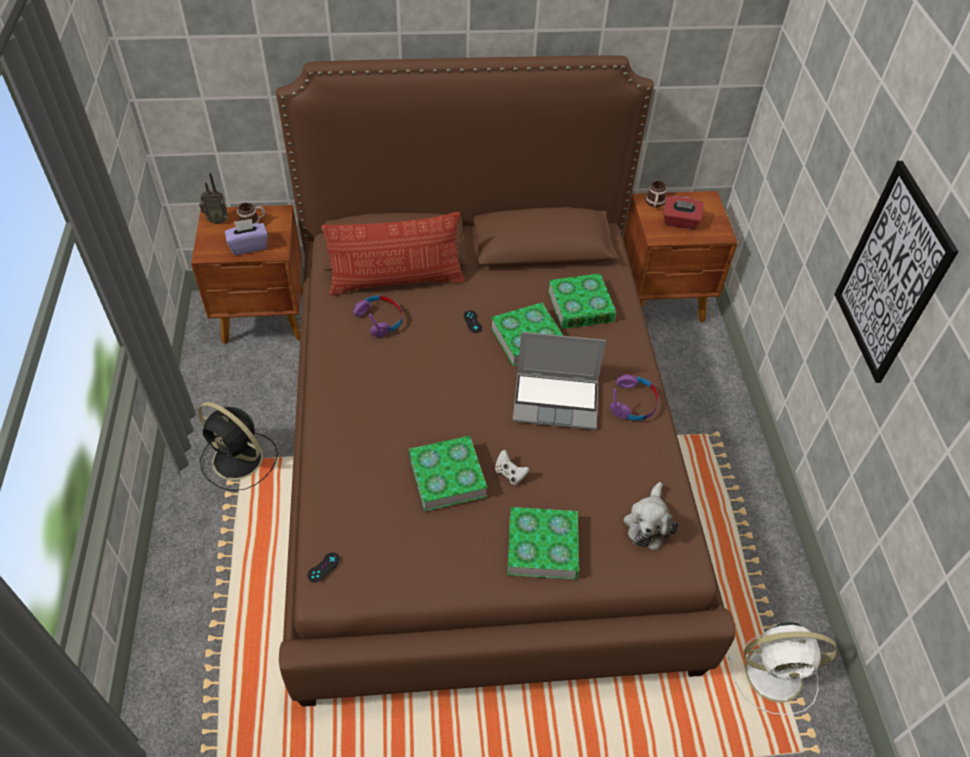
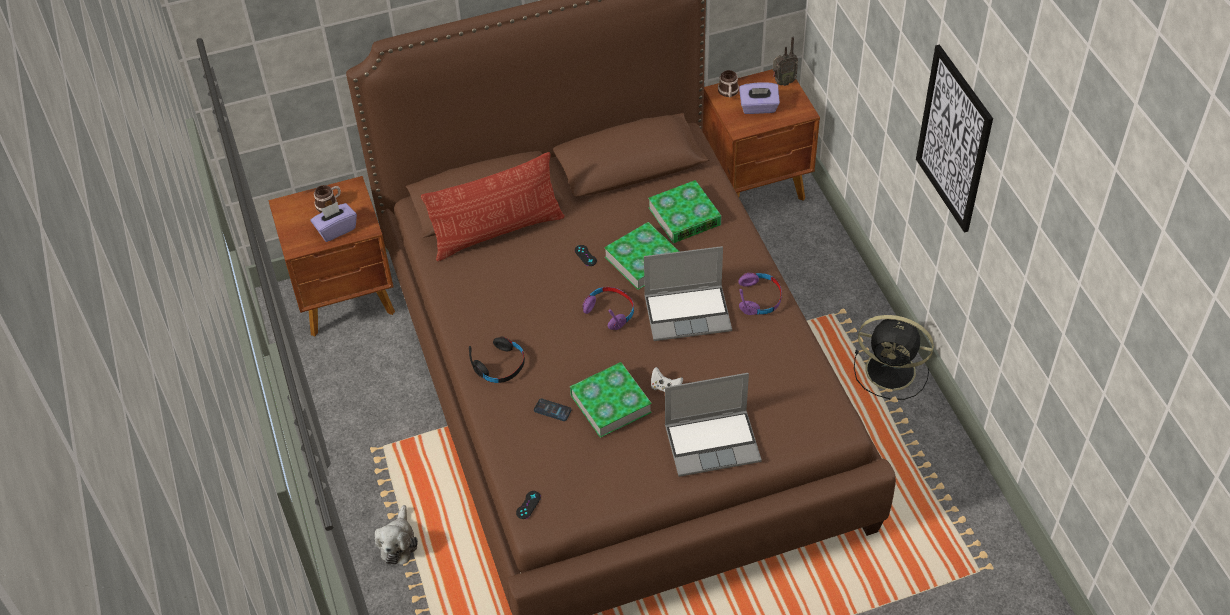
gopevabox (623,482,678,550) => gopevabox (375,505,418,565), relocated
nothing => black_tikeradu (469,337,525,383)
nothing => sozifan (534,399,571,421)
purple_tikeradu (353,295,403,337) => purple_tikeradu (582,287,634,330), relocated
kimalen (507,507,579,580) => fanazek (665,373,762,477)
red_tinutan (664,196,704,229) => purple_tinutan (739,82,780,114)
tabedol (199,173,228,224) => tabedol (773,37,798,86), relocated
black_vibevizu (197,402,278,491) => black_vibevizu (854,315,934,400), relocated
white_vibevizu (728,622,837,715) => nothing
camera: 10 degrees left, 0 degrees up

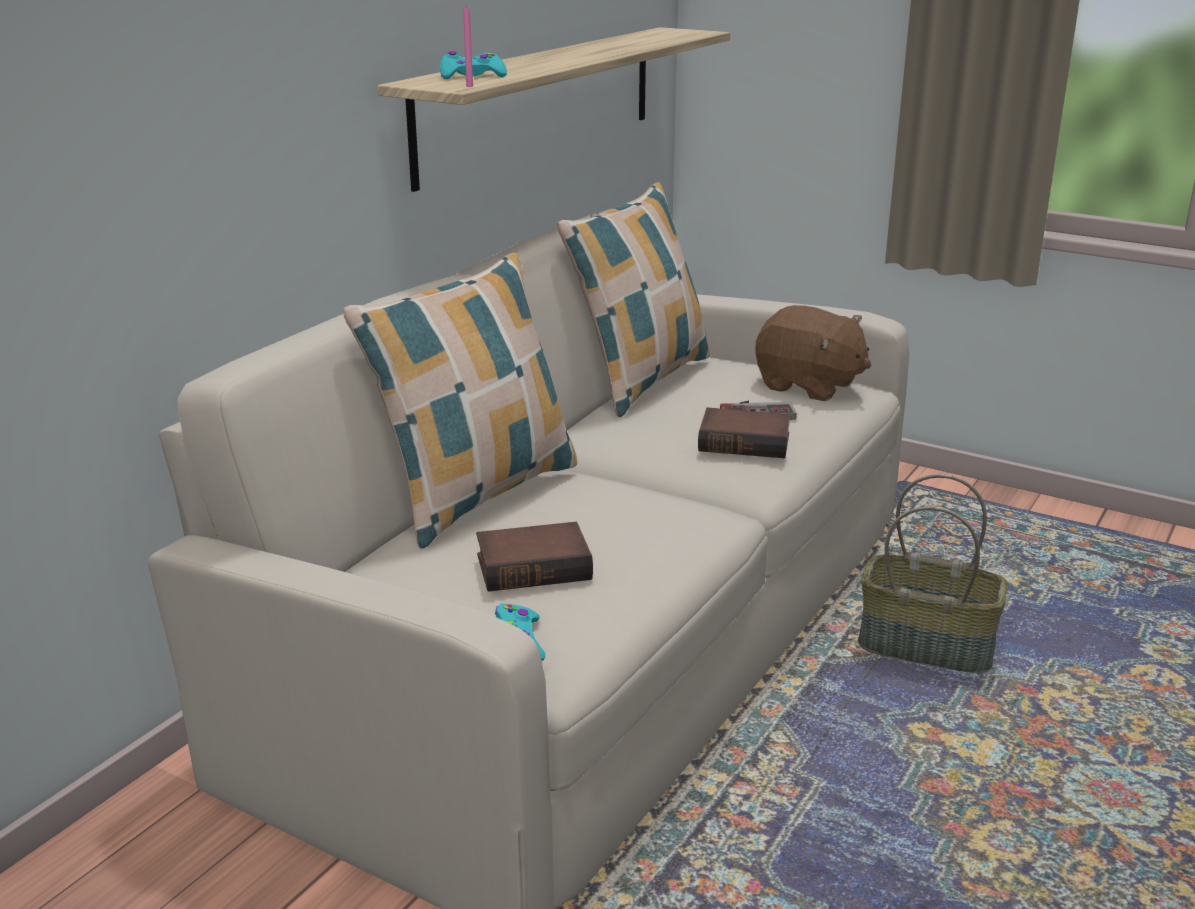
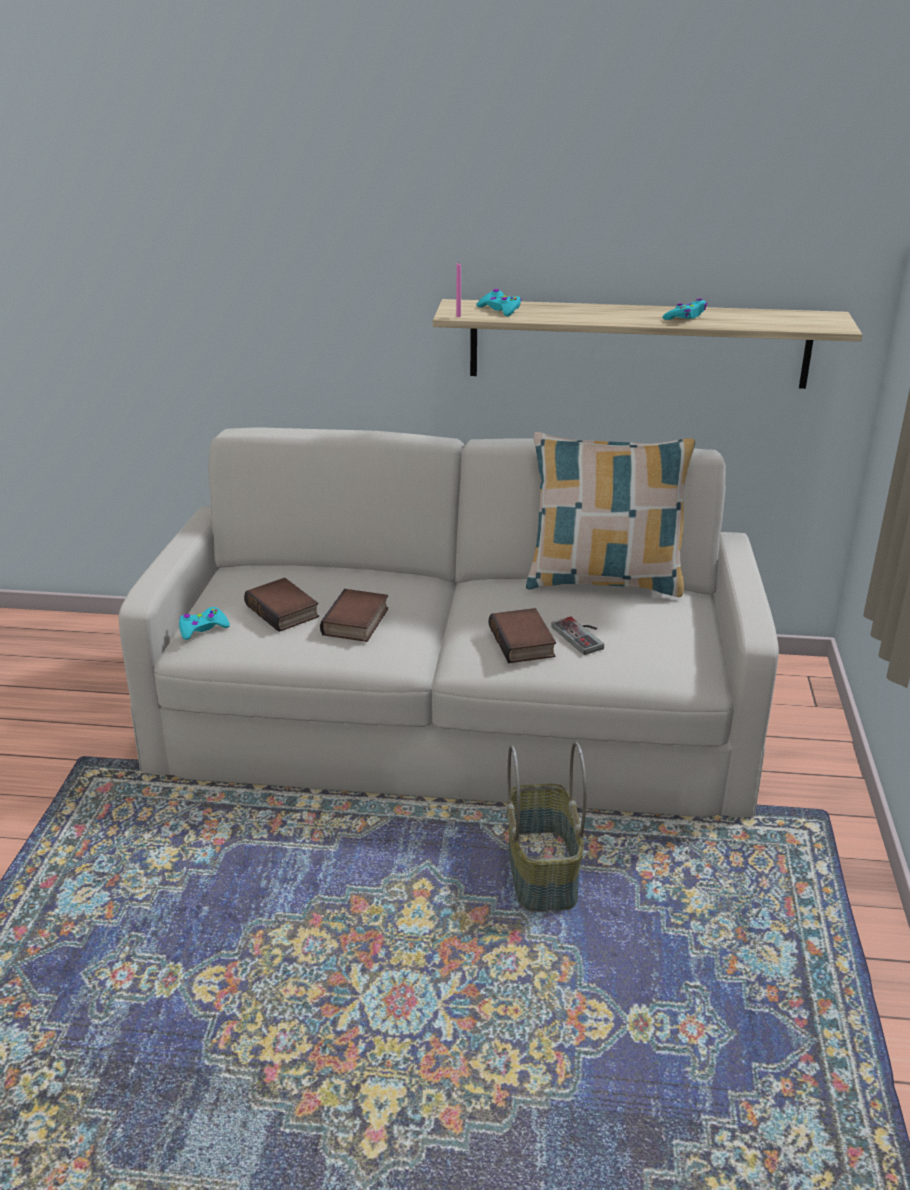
nothing => kimalen (320,589,388,642)
nothing => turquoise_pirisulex (662,298,707,320)
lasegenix (343,252,577,548) => nothing
brown_gopevabox (755,305,871,401) => nothing
camera: 65 degrees right, 5 degrees up

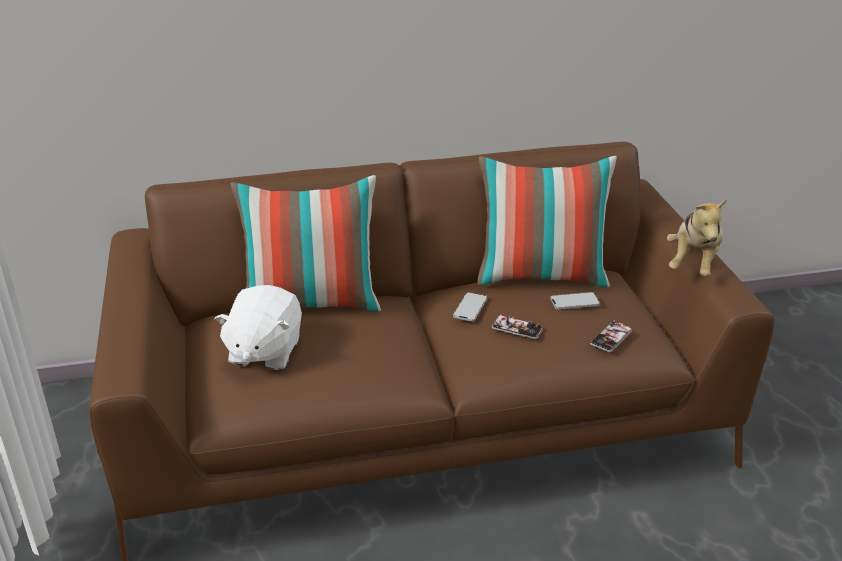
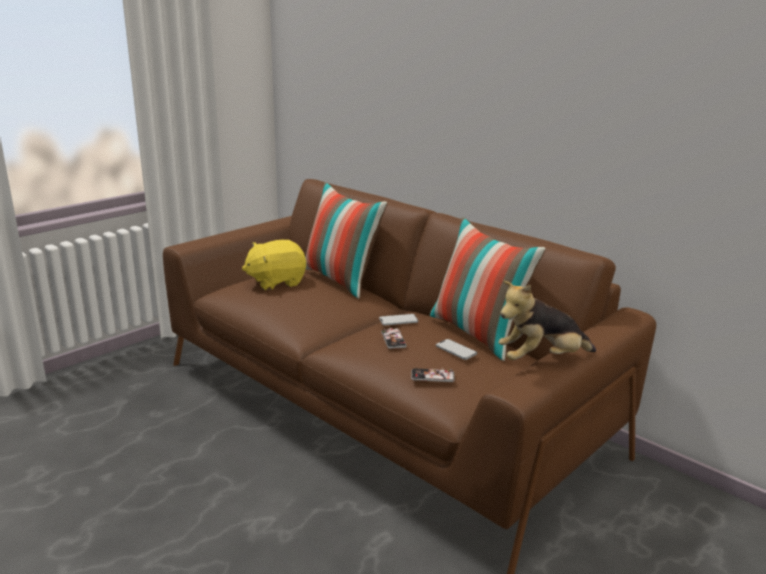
white_gopevabox (215,285,302,370) => yellow_gopevabox (242,240,306,290)
camera: 55 degrees right, 10 degrees down

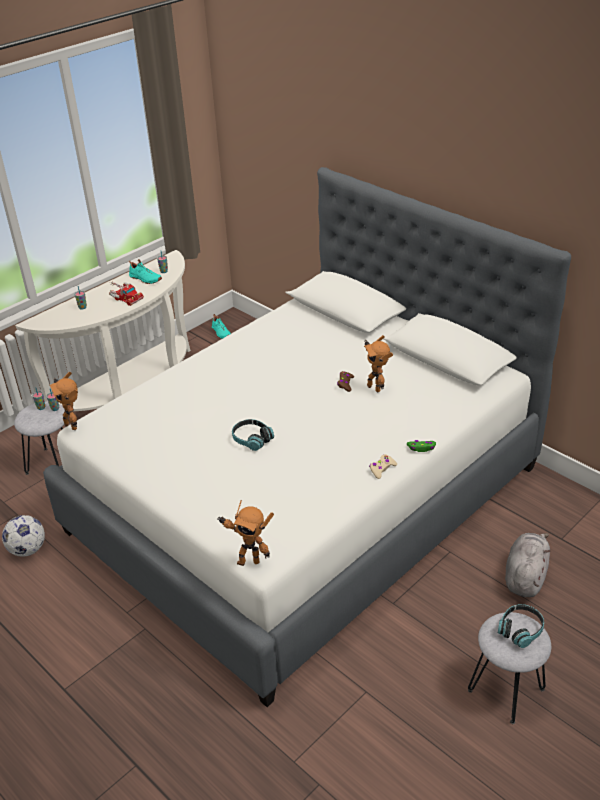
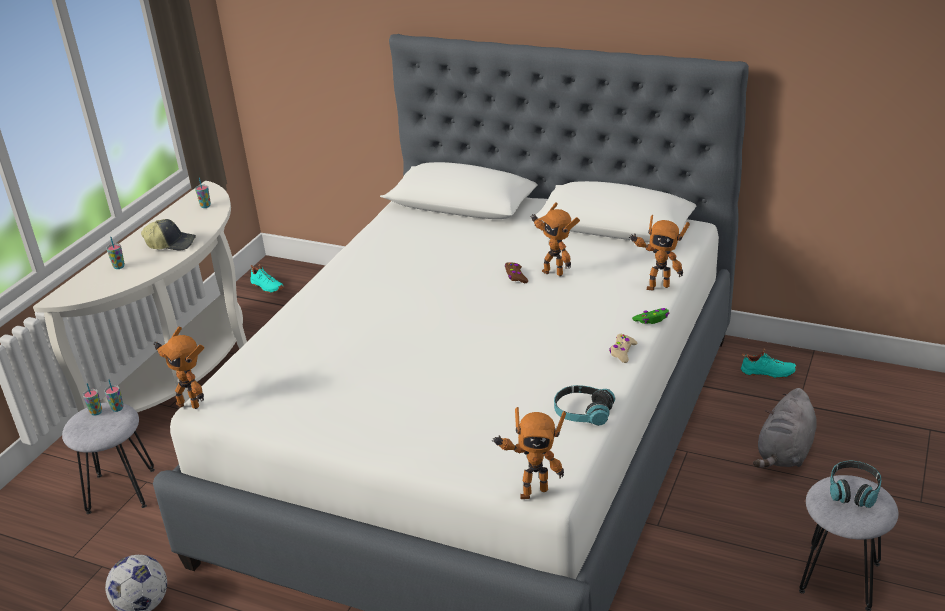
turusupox (109,281,144,306) => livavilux (141,219,196,250)
tikeradu (232,419,274,451) => tikeradu (554,385,615,426), relocated
nothing => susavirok (629,215,690,290)
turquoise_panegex (129,259,162,284) => turquoise_panegex (741,349,797,379), relocated
grey_gopevabox (505,533,551,597) => grey_gopevabox (753,388,817,468), 150 degrees counterclockwise
camera: 20 degrees left, 5 degrees down

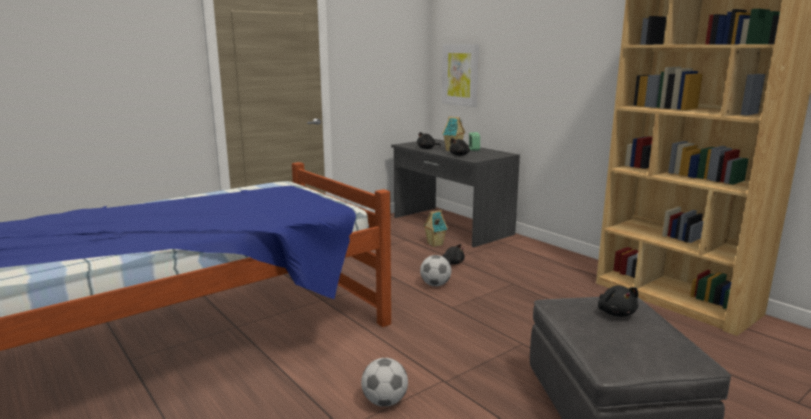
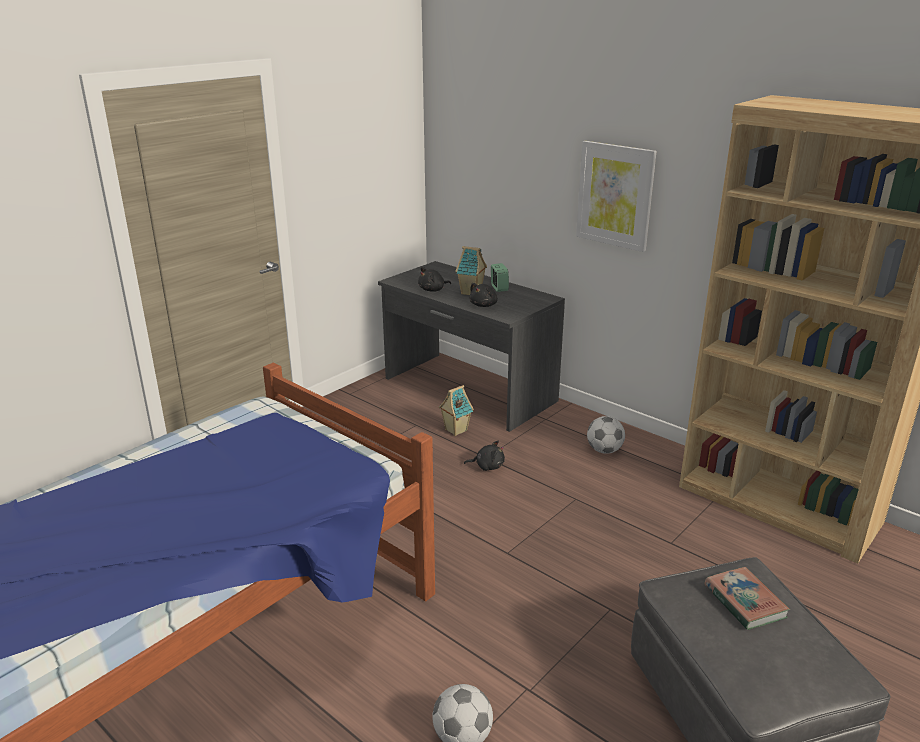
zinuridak (442,44,479,107) => zinuridak (576,141,657,252), relocated
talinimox (420,255,452,286) => talinimox (587,416,625,454), relocated
black_gopevabox (598,286,638,317) => kimalen (704,567,790,630)
camera: 10 degrees left, 10 degrees up

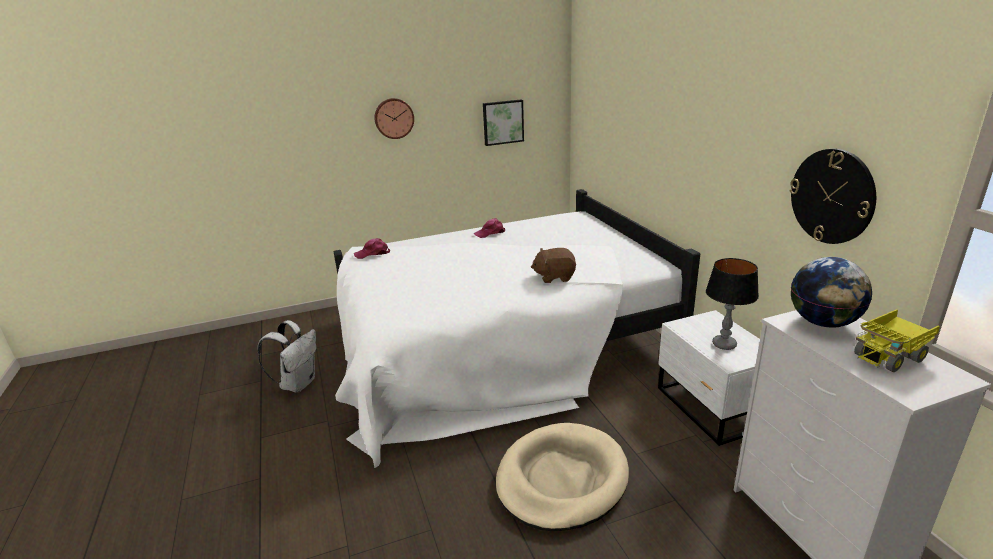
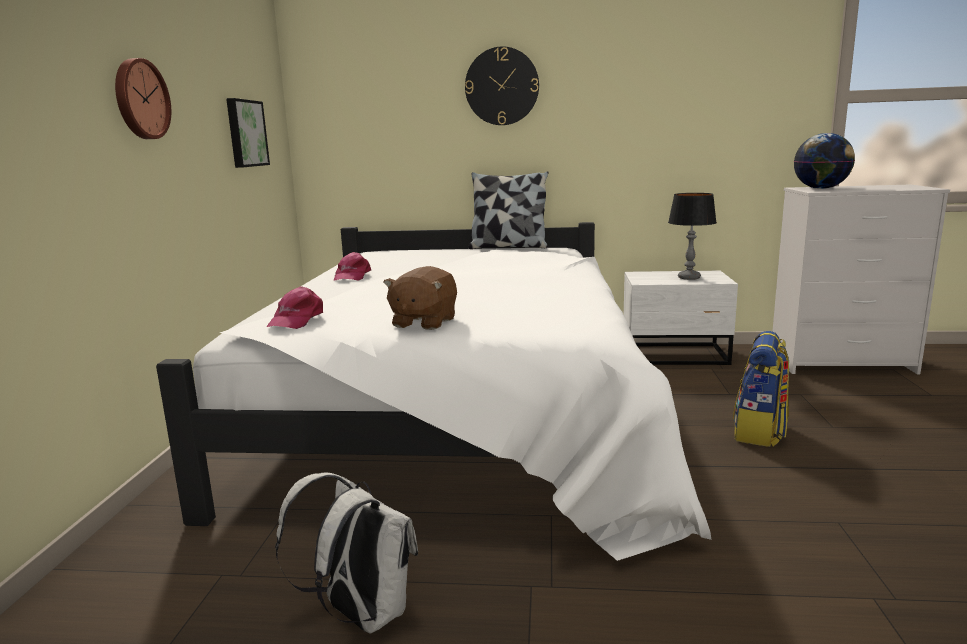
brown_gopevabox (531,248,576,283) => brown_gopevabox (383,266,457,330), relocated
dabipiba (789,149,876,244) => dabipiba (465,46,539,125), relocated
nothing => lasegenix (468,171,548,249)
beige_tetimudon (496,423,629,531) => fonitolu (733,331,789,447)
turusupox (854,309,940,372) => nothing
camera: 65 degrees left, 10 degrees down

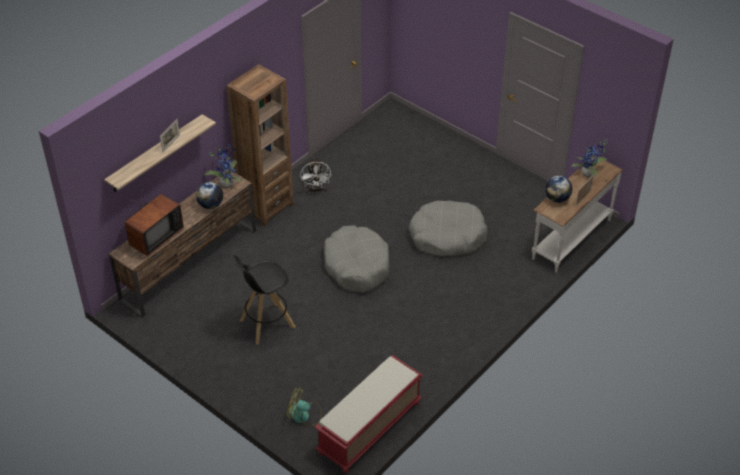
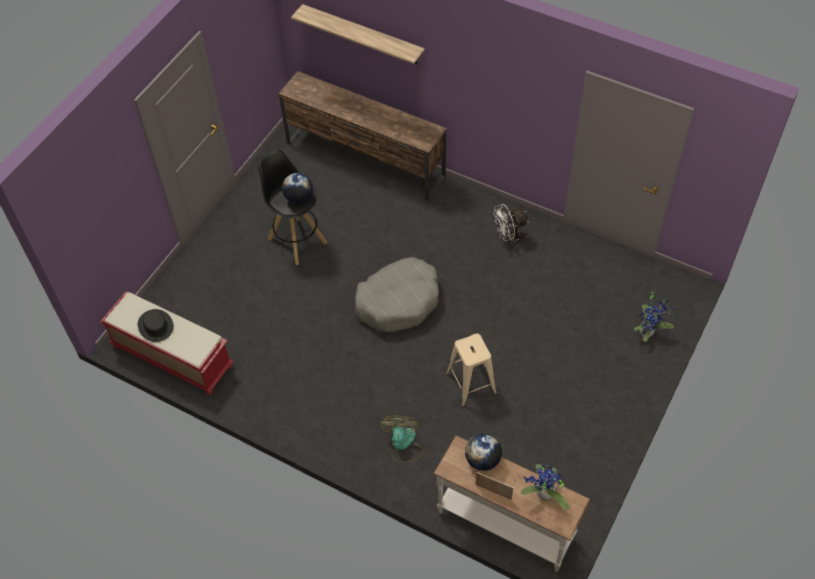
nothing => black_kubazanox (138,309,174,342)
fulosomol (196,182,223,209) => fulosomol (282,173,313,204), relocated
vibevizu (286,387,322,426) => vibevizu (380,416,425,462), relocated
grey_tetimudon (409,200,488,257) => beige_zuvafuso (446,334,497,406)
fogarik (205,144,241,188) => fogarik (634,289,675,342), relocated
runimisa (125,185,184,256) => nothing
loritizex (160,119,180,153) => nothing
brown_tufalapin (227,64,294,226) => nothing
camera: 80 degrees right, 10 degrees up

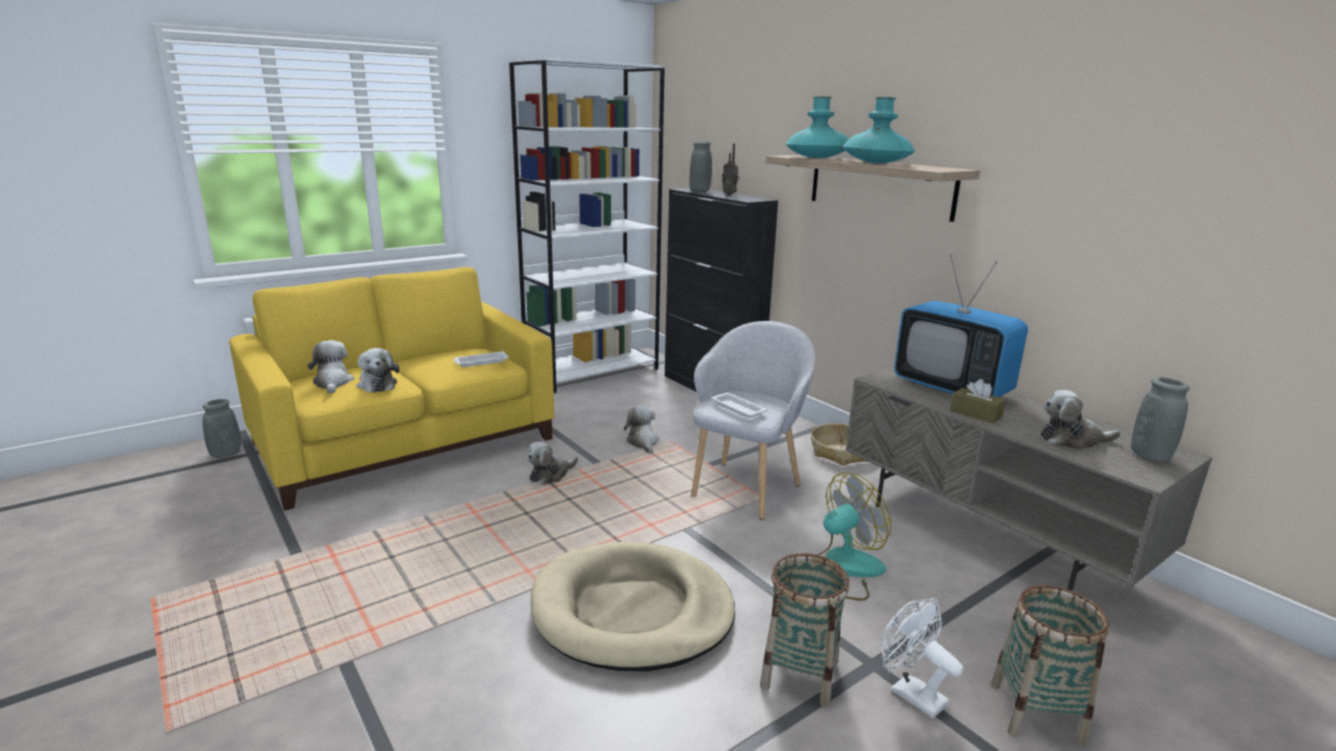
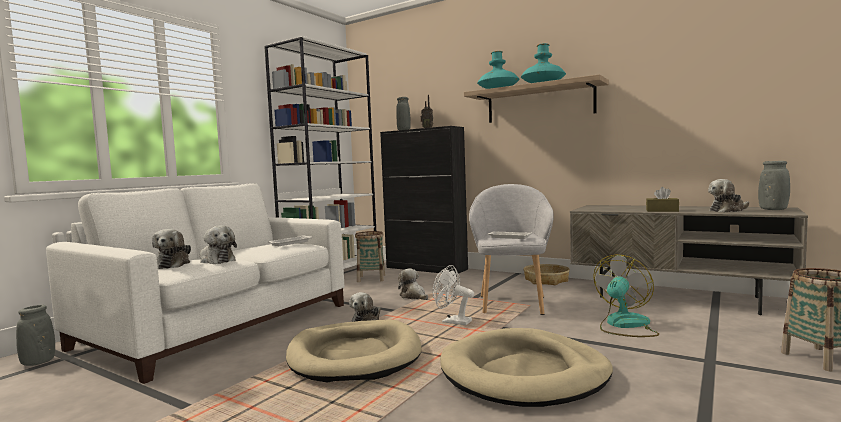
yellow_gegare (229,267,554,511) => white_gegare (46,183,344,384)
gopevabox (308,340,354,394) => gopevabox (152,229,191,269), 150 degrees counterclockwise
nothing => beige_tetimudon (286,319,422,382)
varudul (760,553,850,707) => varudul (355,231,385,282), relocated
white_vibevizu (881,598,963,718) => white_vibevizu (433,265,474,325), relocated
runimisa (894,254,1028,397) => nothing
camera: 20 degrees left, 15 degrees down

